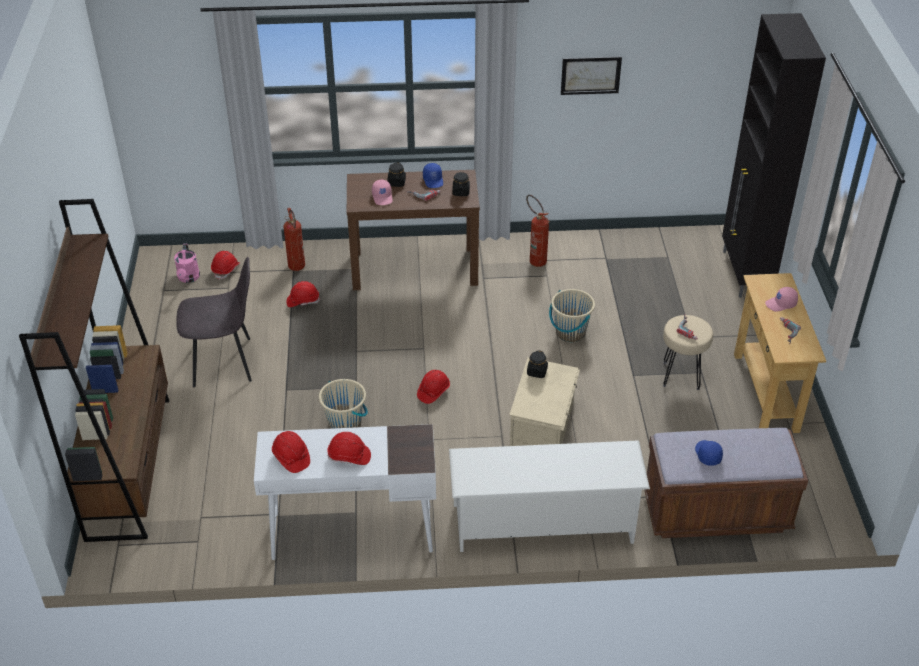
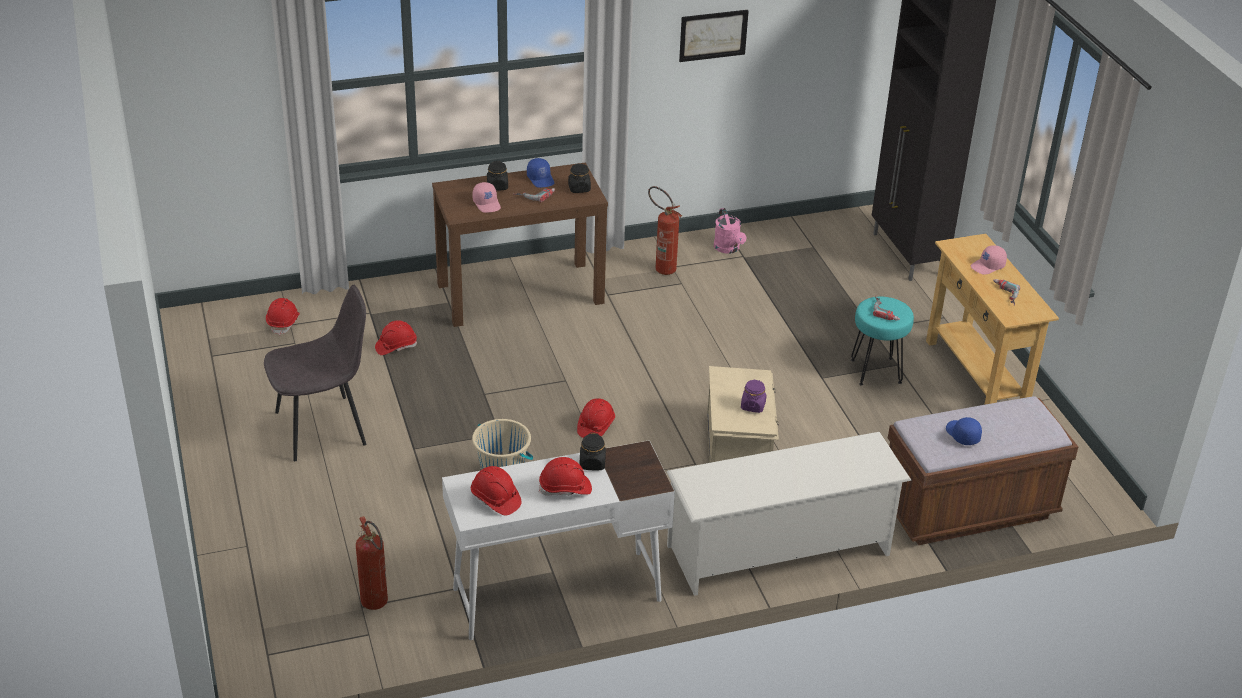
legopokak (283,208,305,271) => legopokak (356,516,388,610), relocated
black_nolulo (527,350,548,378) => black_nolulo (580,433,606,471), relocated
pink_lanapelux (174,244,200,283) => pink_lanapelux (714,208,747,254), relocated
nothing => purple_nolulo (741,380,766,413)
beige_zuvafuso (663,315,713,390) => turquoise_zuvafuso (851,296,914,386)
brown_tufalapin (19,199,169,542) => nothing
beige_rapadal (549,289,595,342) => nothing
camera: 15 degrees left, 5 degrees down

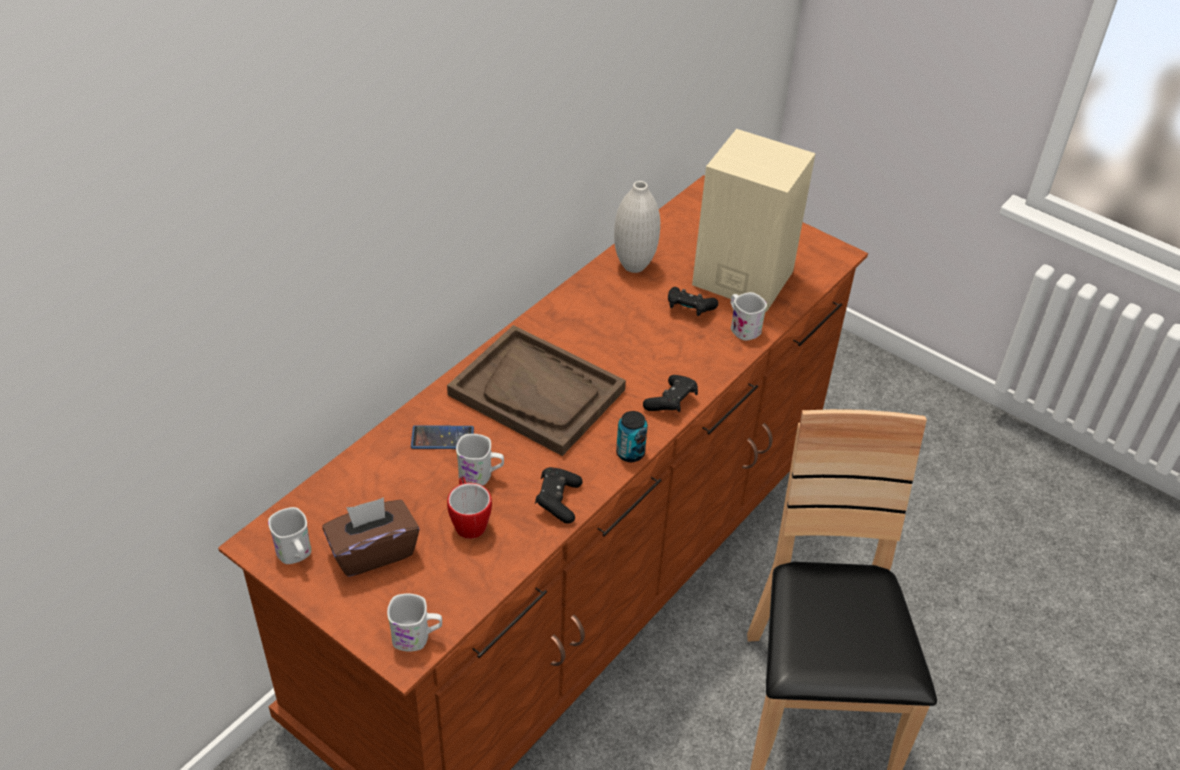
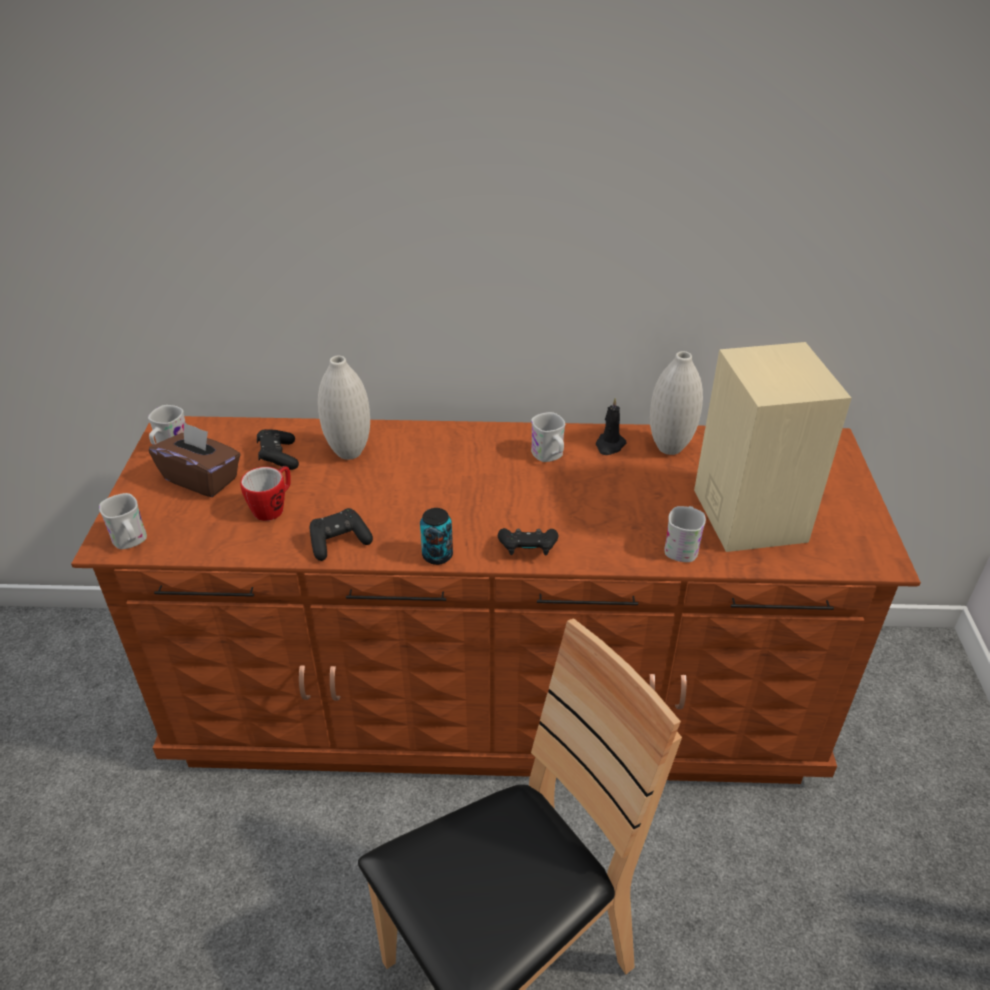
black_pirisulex (668,287,718,316) => black_pirisulex (257,429,299,470), relocated
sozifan (411,425,474,449) => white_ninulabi (318,356,370,460)
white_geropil (456,434,504,486) => white_geropil (531,412,565,462), relocated
nothing => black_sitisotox (596,398,626,455)
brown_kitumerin (447,325,626,456) => nothing
camera: 55 degrees right, 5 degrees down

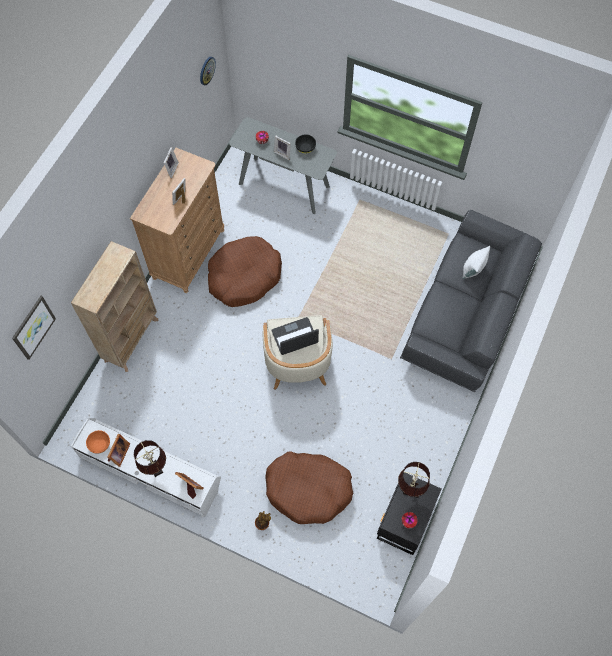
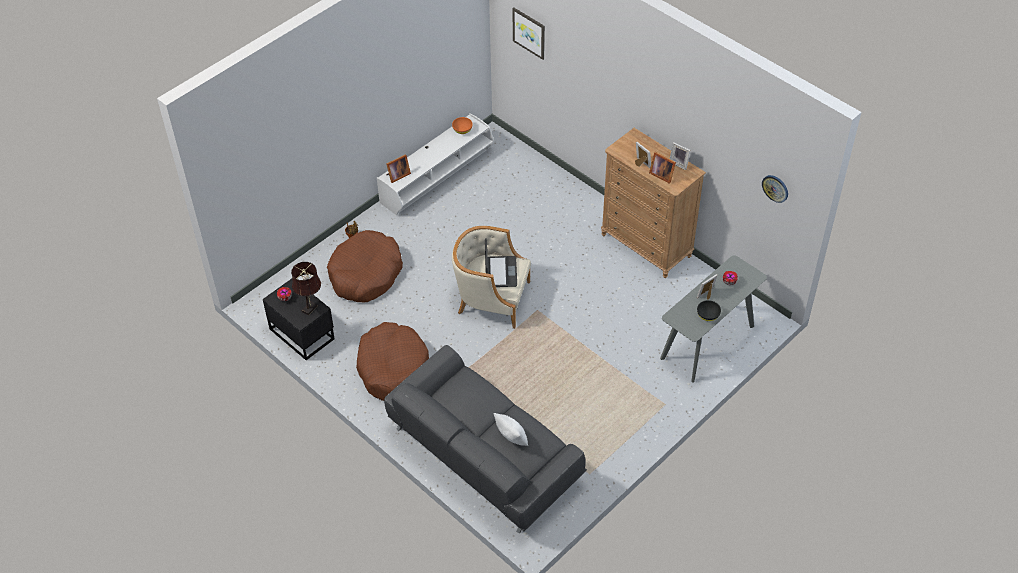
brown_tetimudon (208,236,282,307) => brown_tetimudon (356,322,429,401), relocated
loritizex (107,434,130,467) => loritizex (649,152,676,184), relocated
beige_tufalapin (71,241,159,372) => nothing
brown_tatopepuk (134,440,166,477) => nothing
camera: 110 degrees right, 15 degrees down

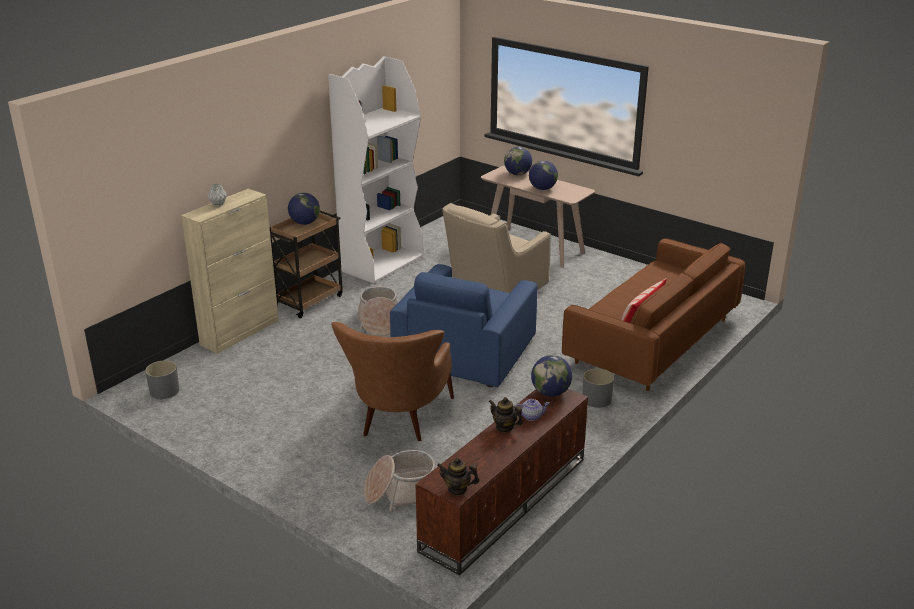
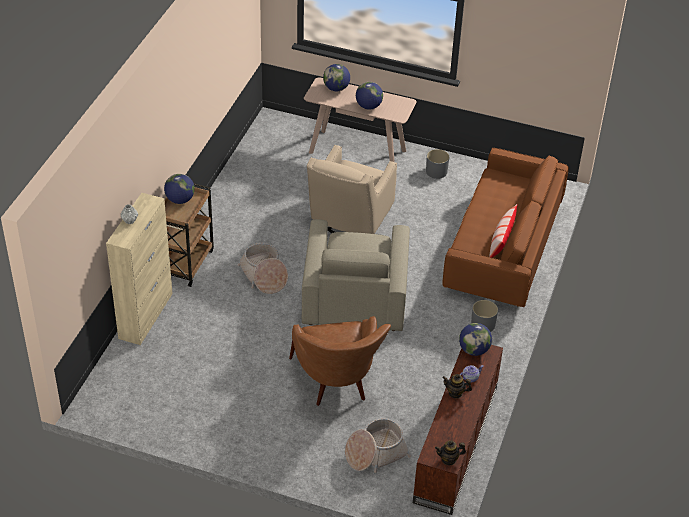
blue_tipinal (390,264,538,387) => beige_tipinal (302,219,410,331)
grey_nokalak (145,361,179,399) => grey_nokalak (426,149,449,179), relocated
white_tufalapin (328,56,423,284) => nothing
camera: 20 degrees left, 15 degrees up

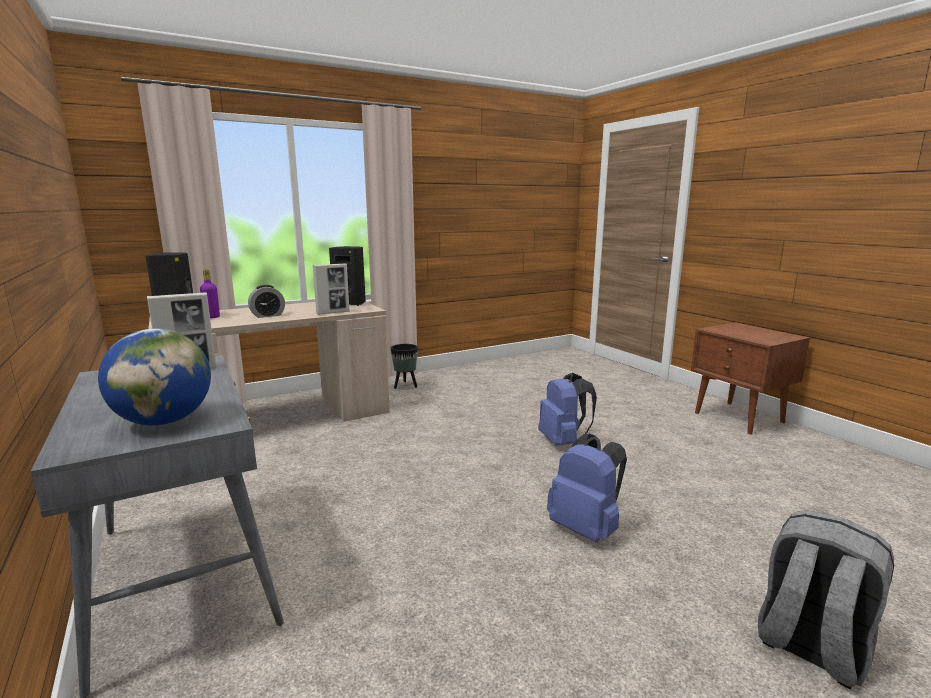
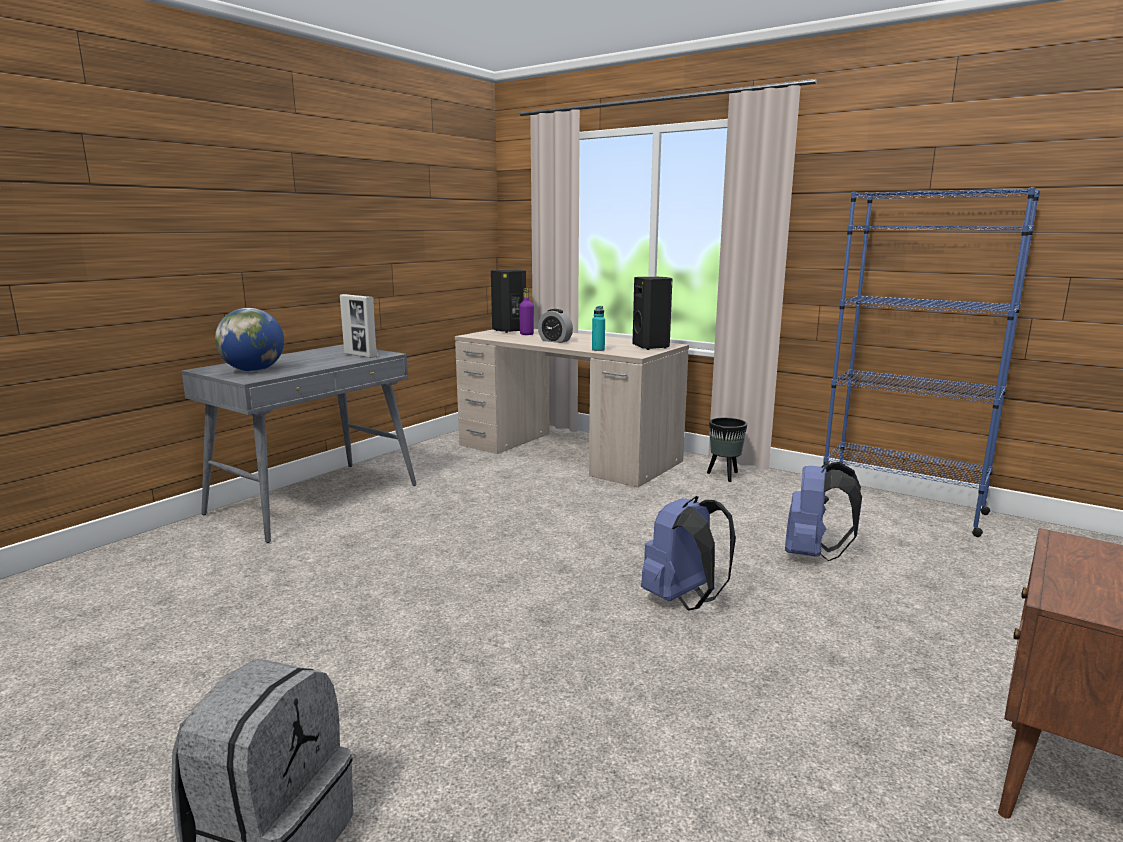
loritizex (313,263,349,315) => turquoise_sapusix (592,306,605,351)
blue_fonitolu (547,434,627,542) => blue_fonitolu (785,461,862,561), relocated
nothing => blue_tufalapin (823,187,1040,537)
camera: 65 degrees right, 0 degrees up

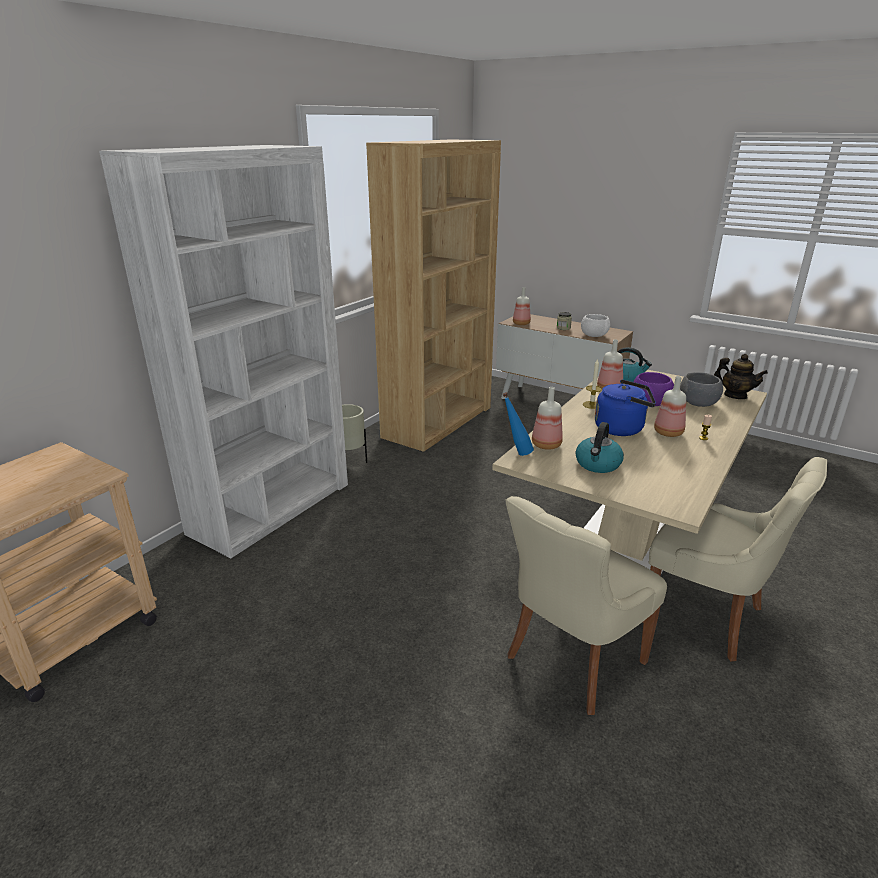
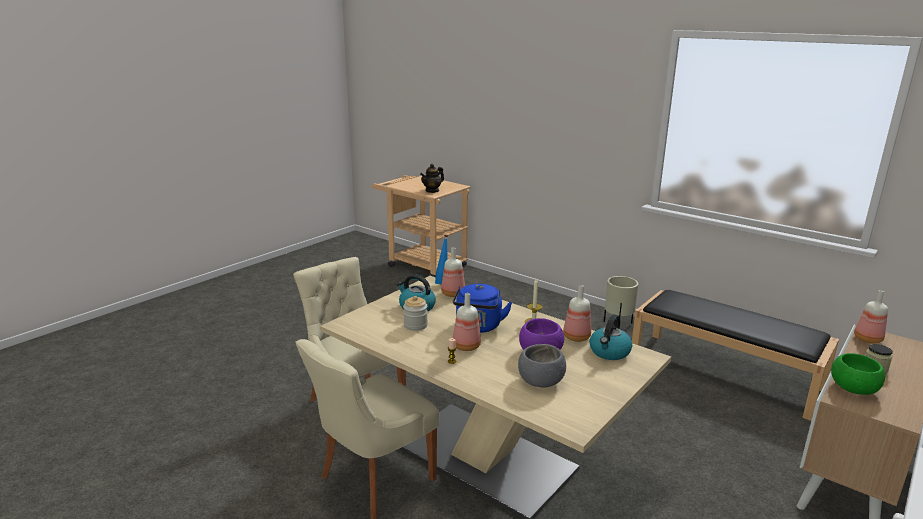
nothing => nolulo (403,296,428,331)
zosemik (714,354,768,399) => zosemik (420,164,444,193), relocated
brown_tufalapin (366,140,501,452) => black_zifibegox (632,290,839,421)
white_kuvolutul (581,314,610,337) => green_kuvolutul (831,353,885,395)
white_tufalapin (99,145,348,558) => nothing
camera: 95 degrees right, 5 degrees down

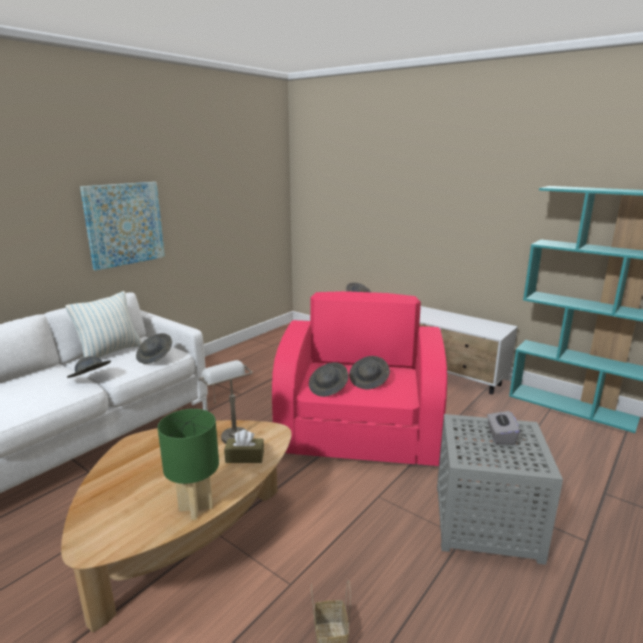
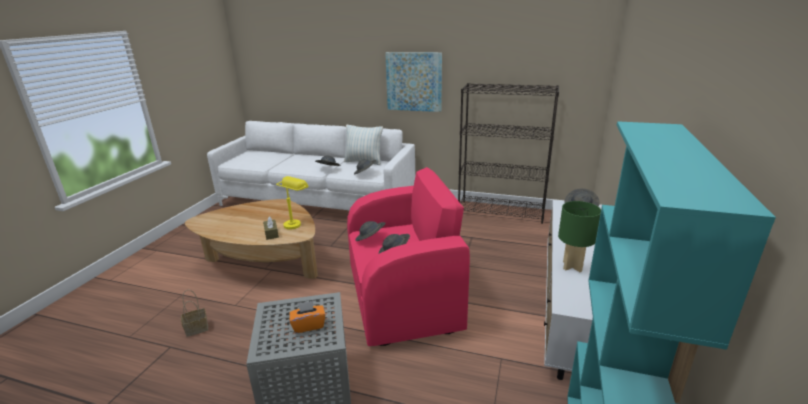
grey_tatopepuk (199,360,252,444) => yellow_tatopepuk (276,176,309,230)
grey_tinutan (487,411,520,445) => orange_tinutan (290,301,325,333)
nothing => black_tufalapin (458,83,559,224)
green_tatopepuk (158,409,219,520) => green_tatopepuk (558,201,601,272), relocated
camera: 70 degrees right, 5 degrees up

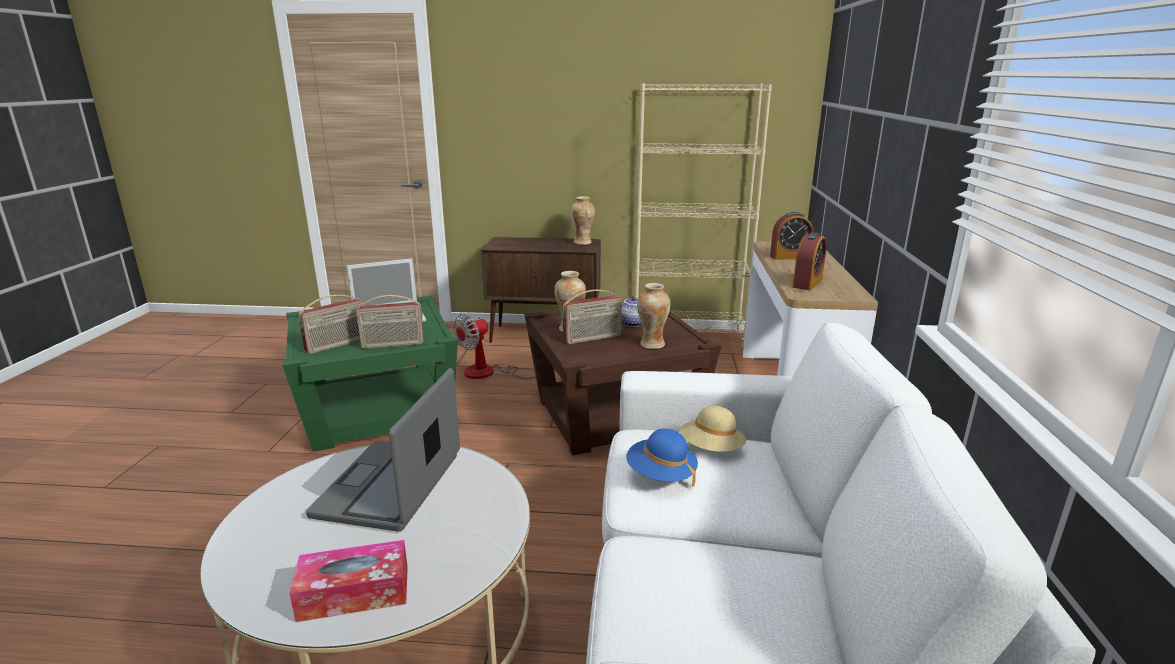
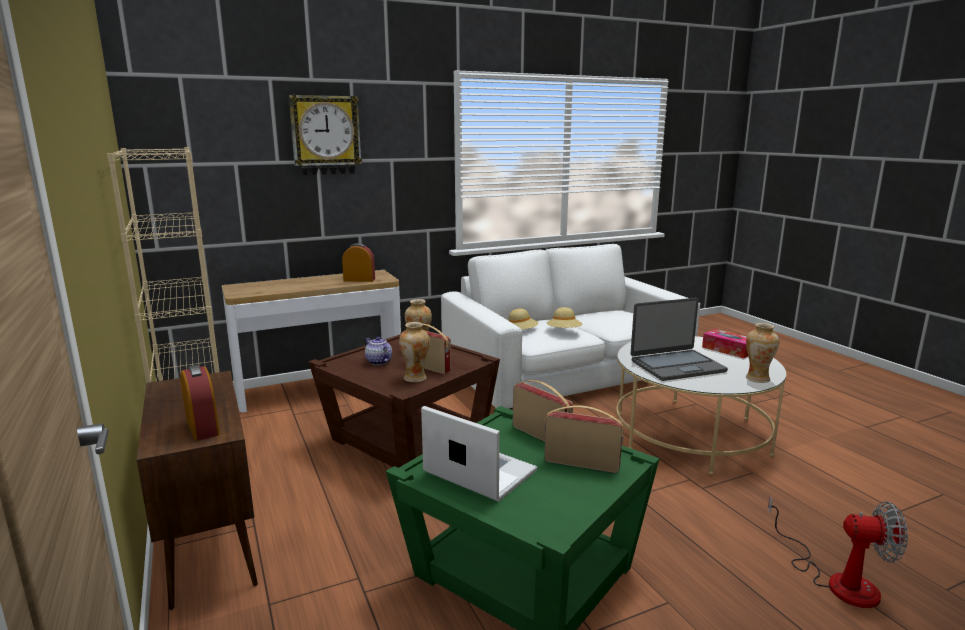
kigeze (770,212,813,260) => kigeze (180,365,220,441), relocated
nothing => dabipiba (289,95,362,175)
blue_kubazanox (626,428,698,487) => beige_kubazanox (547,307,582,328)
ninulabi (571,196,595,245) => ninulabi (746,323,780,383), relocated
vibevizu (453,314,536,379) => vibevizu (768,496,908,608), relocated
camera: 120 degrees left, 5 degrees down

